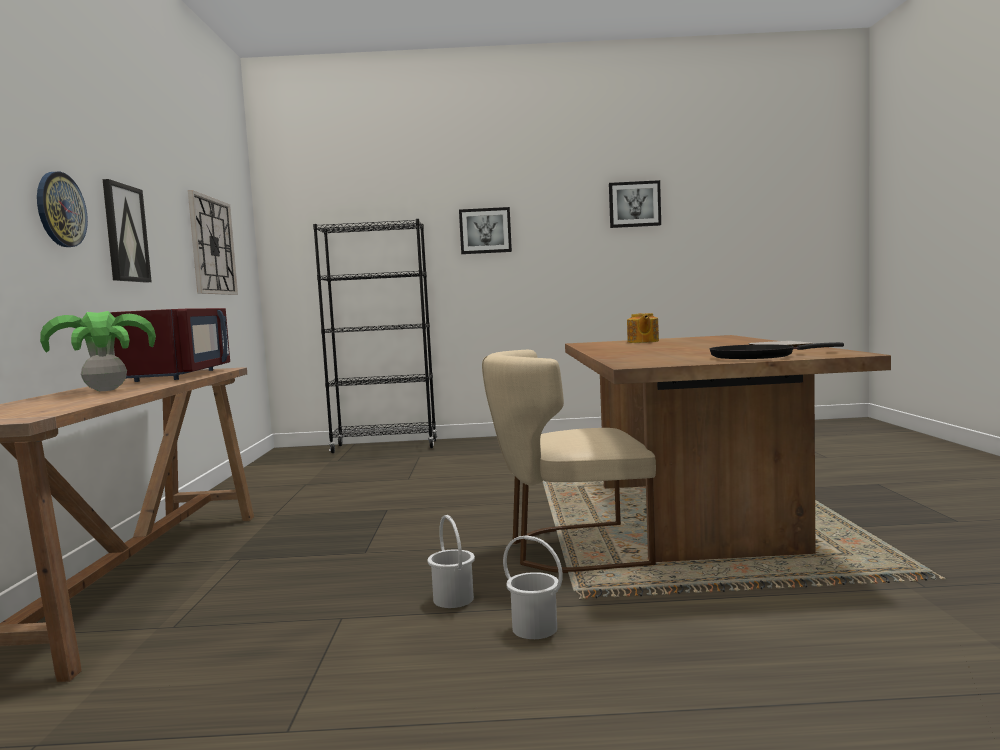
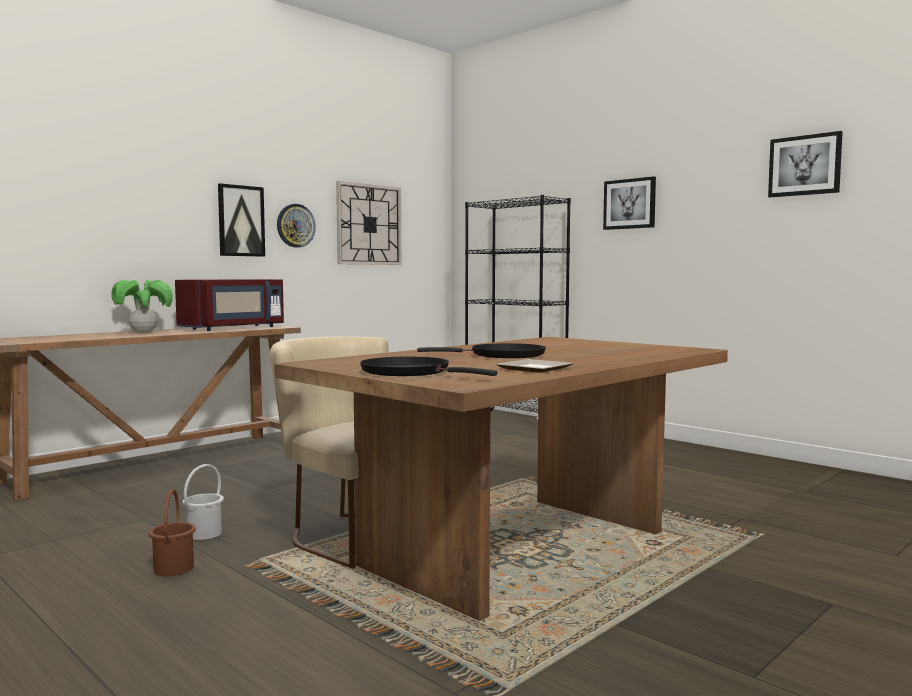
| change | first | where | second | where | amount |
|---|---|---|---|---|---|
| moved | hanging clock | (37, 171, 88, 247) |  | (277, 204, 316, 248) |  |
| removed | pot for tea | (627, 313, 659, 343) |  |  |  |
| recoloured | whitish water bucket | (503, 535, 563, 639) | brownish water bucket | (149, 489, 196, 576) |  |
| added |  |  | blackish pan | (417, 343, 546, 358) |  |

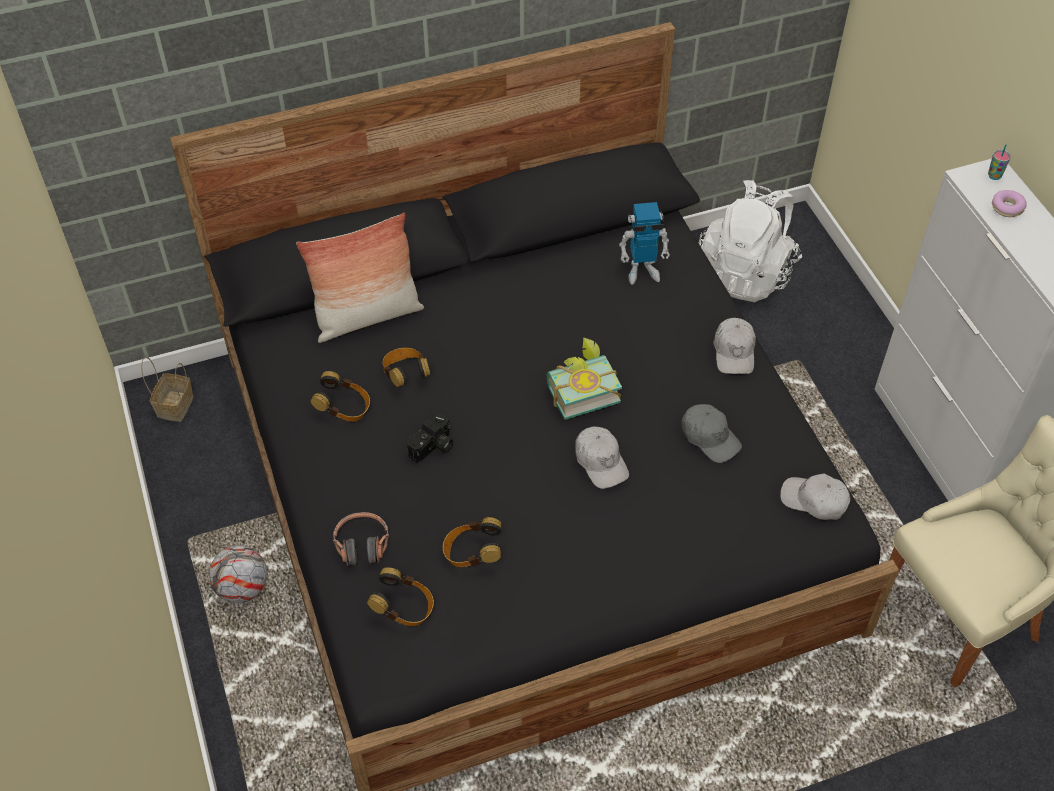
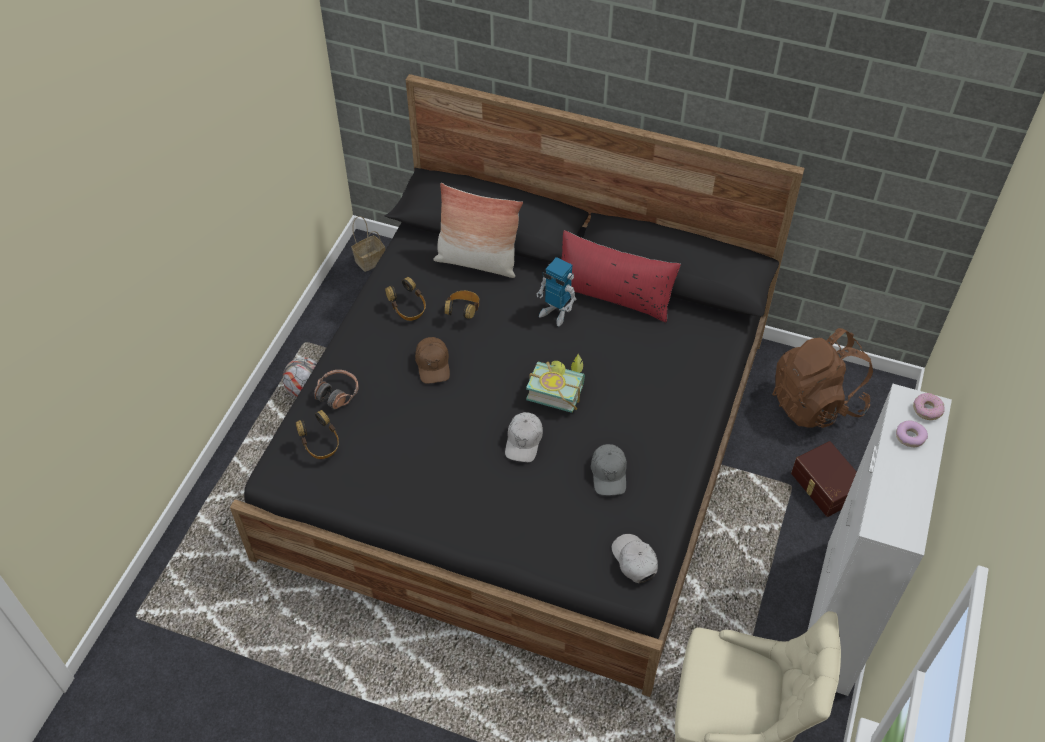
| change | first | where | second | where | amount |
|---|---|---|---|---|---|
| replaced | small cup | (988, 144, 1011, 180) | donut | (913, 393, 945, 420) |  |
| recoloured | whitish rucksack | (698, 180, 802, 302) | brownish rucksack | (772, 328, 873, 428) |  |
| moved | toy robot | (619, 202, 670, 285) |  | (537, 257, 576, 326) |  |
| removed | whitish peaked cap | (713, 318, 756, 374) |  |  |  |
| replaced | photo camera | (407, 414, 453, 462) | brownish peaked cap | (415, 337, 450, 384) |  |
| removed | headphones | (443, 517, 501, 567) |  |  |  |
| added |  |  | red-coloured throw pillow | (561, 230, 681, 322) |  |
| added |  |  | brownish storage bin | (791, 441, 857, 517) |  |

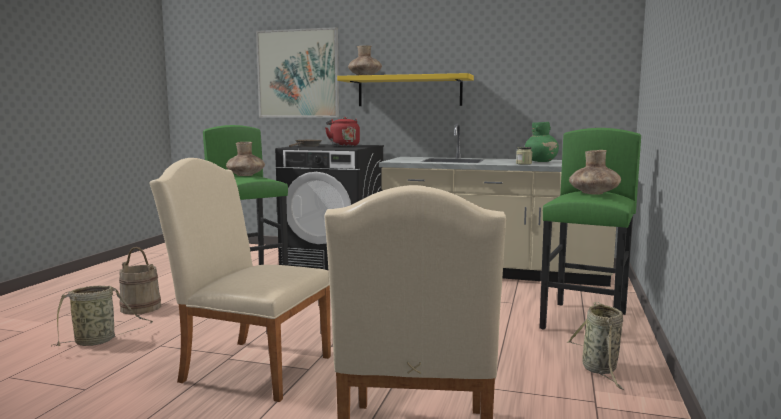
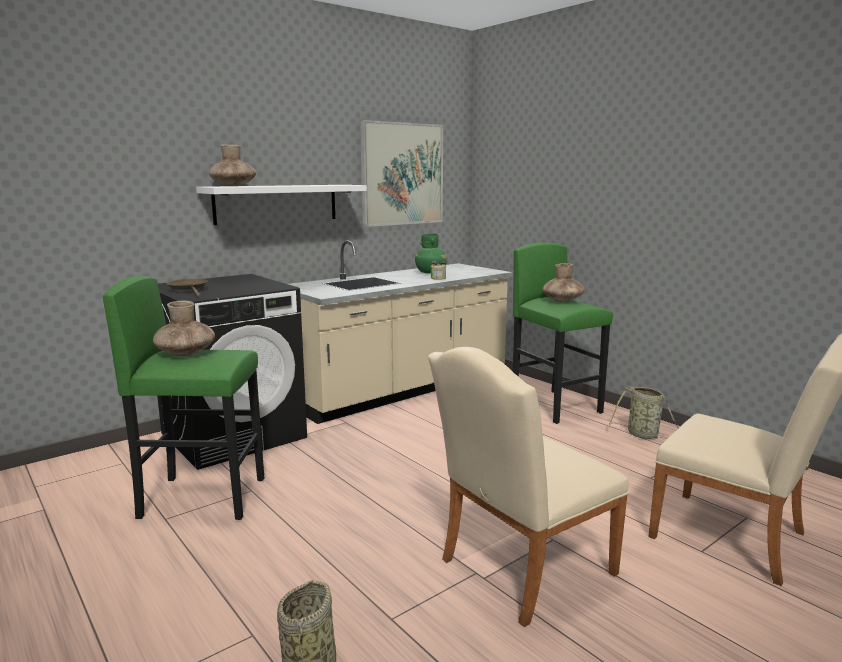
| change | first | where | second | where | amount |
|---|---|---|---|---|---|
| moved | picture | (256, 27, 339, 117) |  | (360, 120, 443, 227) |  |
| recoloured | yellowish bracket shelf | (337, 73, 474, 106) | whitish bracket shelf | (196, 185, 367, 225) |  |
| removed | red-coloured water kettle | (325, 117, 360, 146) |  |  |  |
| removed | beige water bucket | (119, 247, 161, 315) |  |  |  |

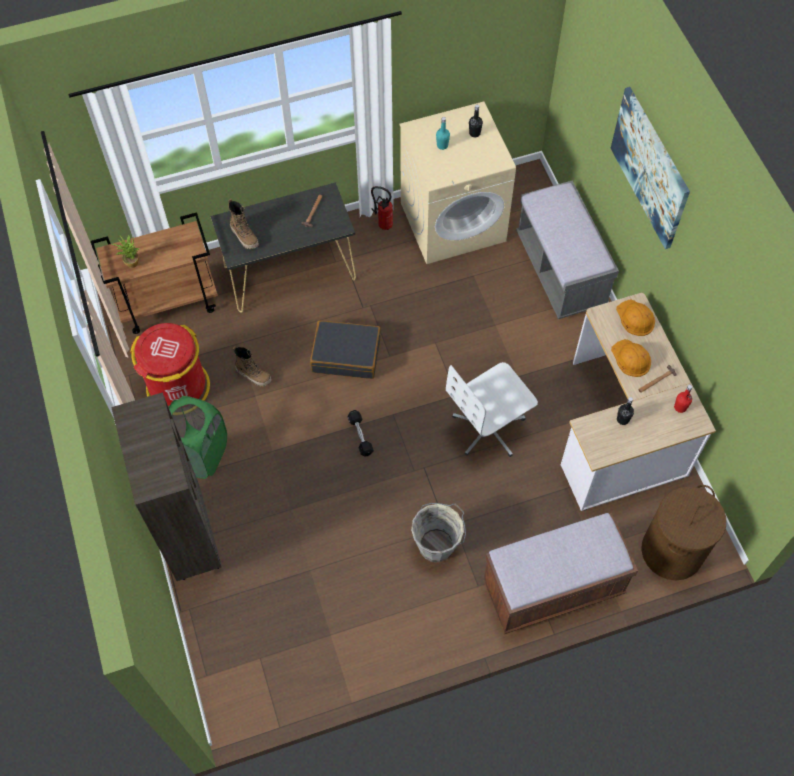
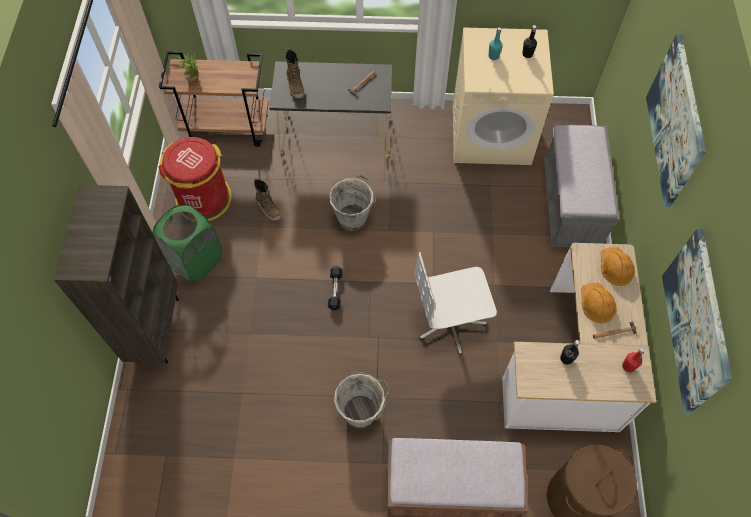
| change | first | where | second | where | amount |
|---|---|---|---|---|---|
| removed | extinguisher | (371, 186, 393, 230) |  |  |  |
| replaced | blackish suitcase | (310, 320, 381, 379) | grey water bucket | (329, 175, 376, 231) |  |
| added |  |  | picture | (662, 229, 732, 413) |  |

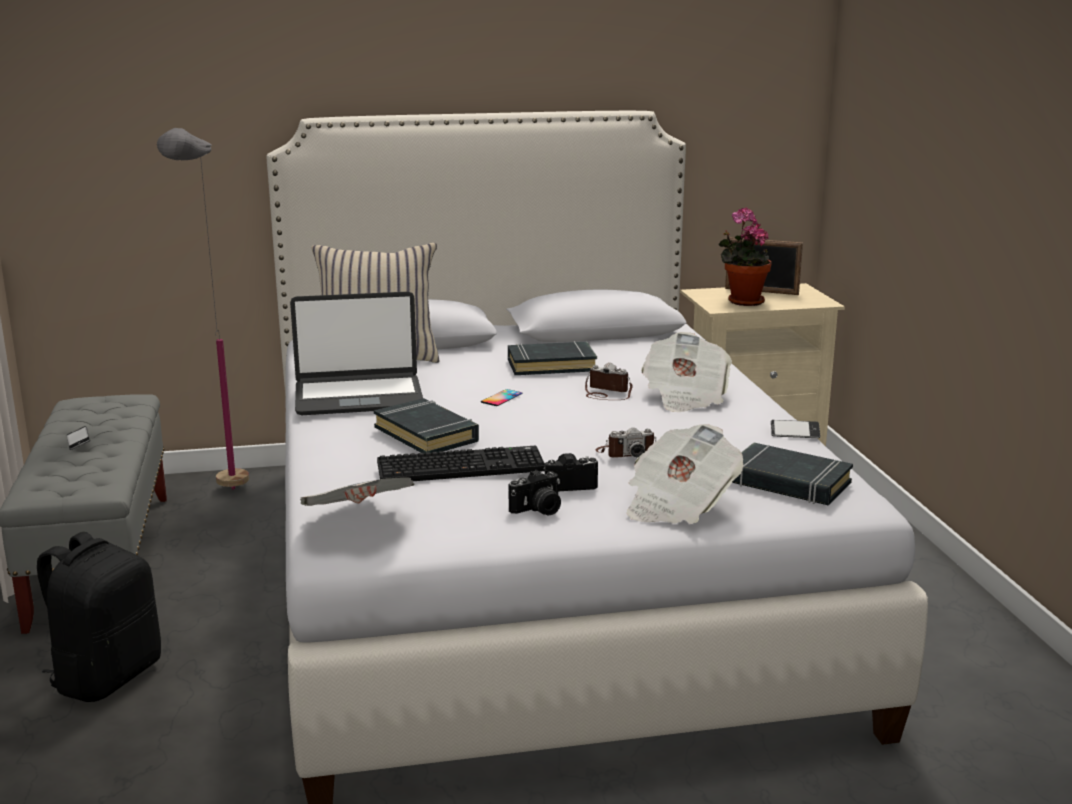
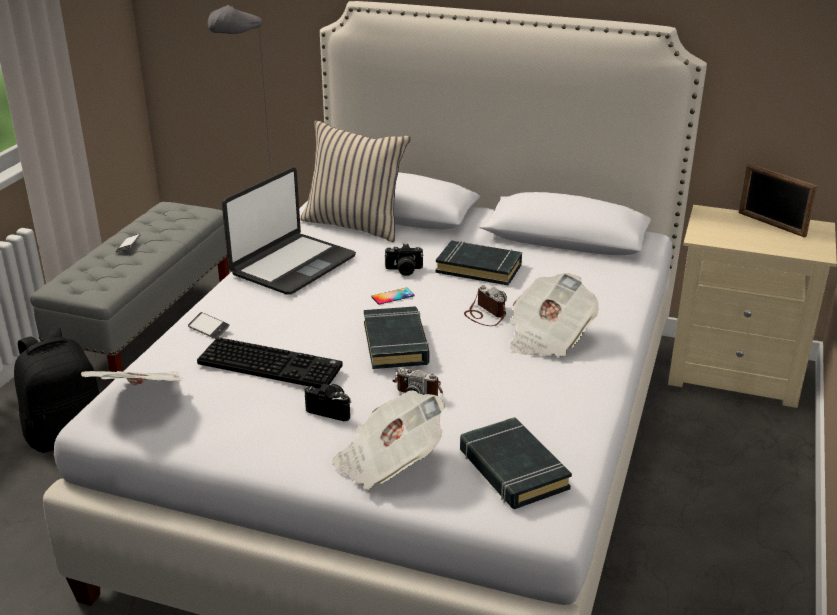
| change | first | where | second | where | amount |
|---|---|---|---|---|---|
| removed | plant in a pot | (718, 207, 772, 306) |  |  |  |
| turned | portable computer | (290, 292, 423, 415) |  | (222, 167, 356, 295) | 75 degrees counterclockwise |
| moved | blackish volume | (374, 398, 479, 454) |  | (364, 307, 430, 369) |  |
| moved | handset | (771, 420, 820, 438) |  | (188, 312, 229, 339) |  |
| moved | photo camera | (508, 470, 561, 515) |  | (385, 244, 423, 276) |  |

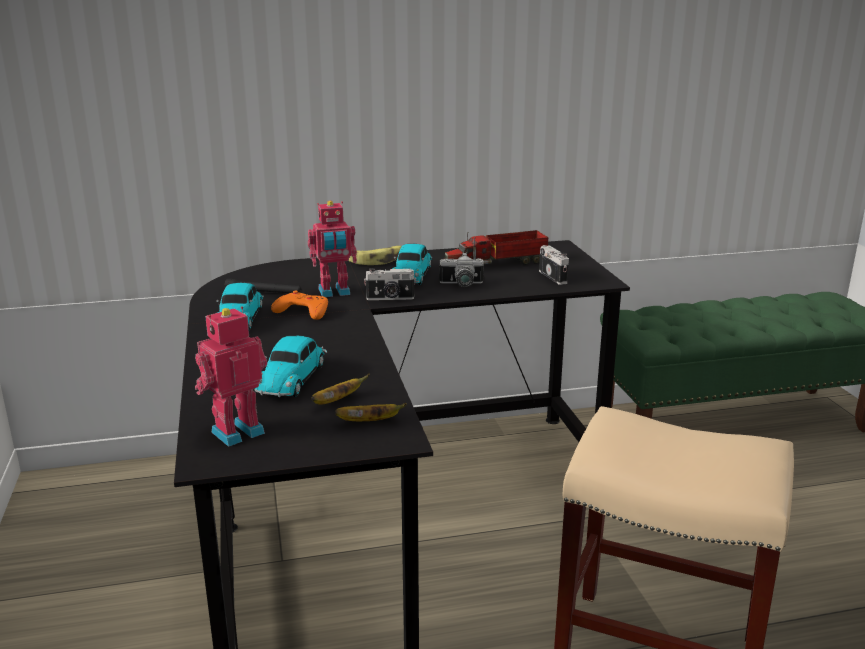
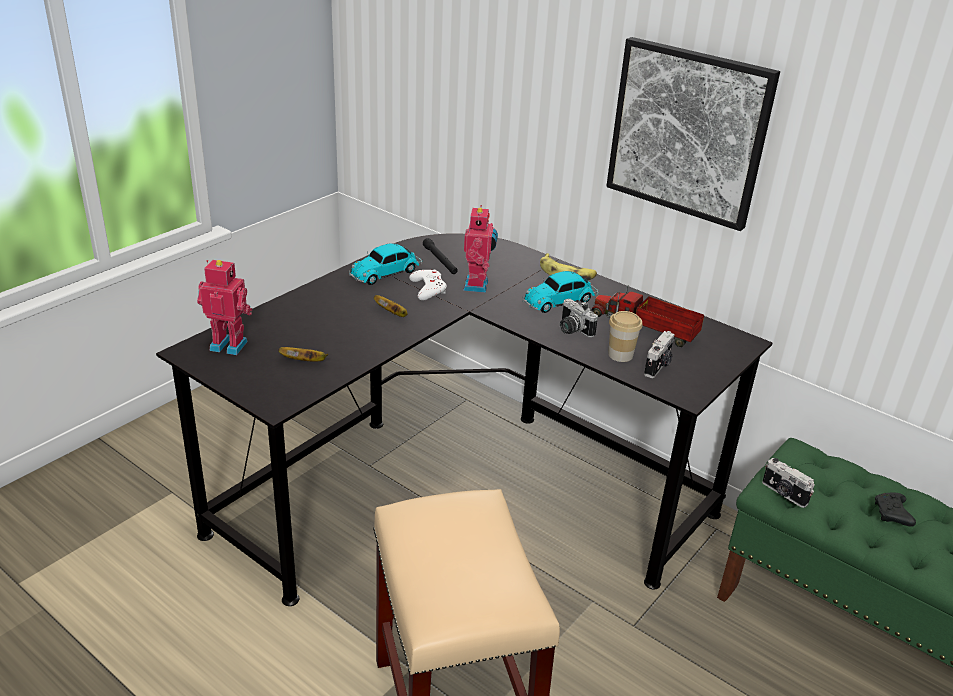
| change | first | where | second | where | amount |
|---|---|---|---|---|---|
| turned | toy robot | (308, 201, 357, 297) |  | (463, 205, 498, 293) | 120 degrees counterclockwise |
| moved | photo camera | (364, 268, 416, 300) |  | (762, 458, 815, 508) |  |
| recoloured | orange-coloured gamepad | (271, 291, 328, 320) | whitish gamepad | (409, 270, 447, 301) |  |
| removed | miniature car | (255, 336, 327, 397) |  |  |  |
| moved | whole banana | (335, 403, 407, 421) |  | (374, 295, 407, 317) |  |
| added |  |  | picture | (606, 37, 780, 231) |  |
| added |  |  | small cup | (608, 311, 643, 362) |  |
| added |  |  | blackish gamepad | (875, 493, 916, 527) |  |

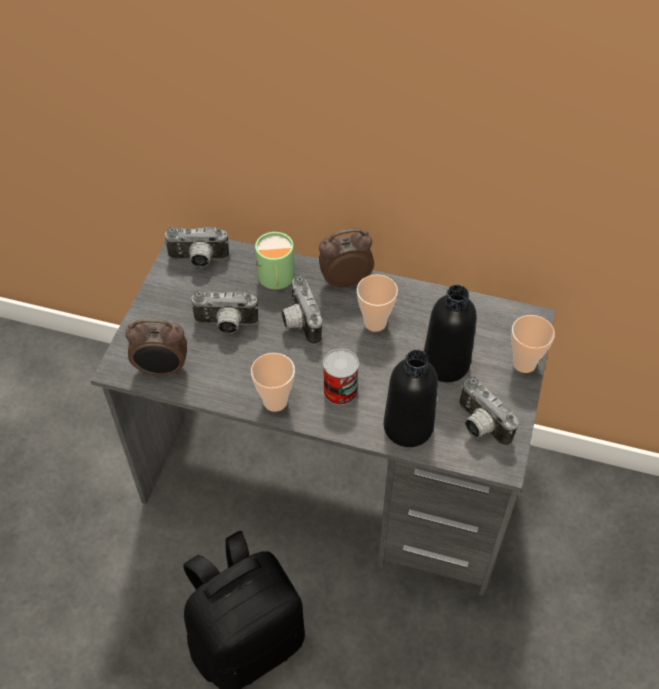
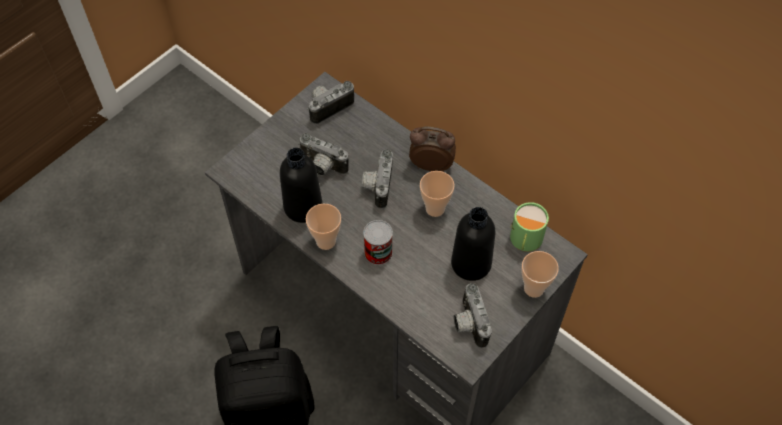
| change | first | where | second | where | amount |
|---|---|---|---|---|---|
| turned | photo camera | (164, 227, 229, 268) |  | (307, 81, 354, 124) | 120 degrees clockwise |
| moved | greenish tea mug | (255, 232, 295, 290) |  | (510, 202, 549, 252) |  |
| removed | table clock | (125, 319, 187, 375) |  |  |  |
| moved | blackish beverage bottle | (384, 350, 438, 447) |  | (280, 148, 322, 223) |  |

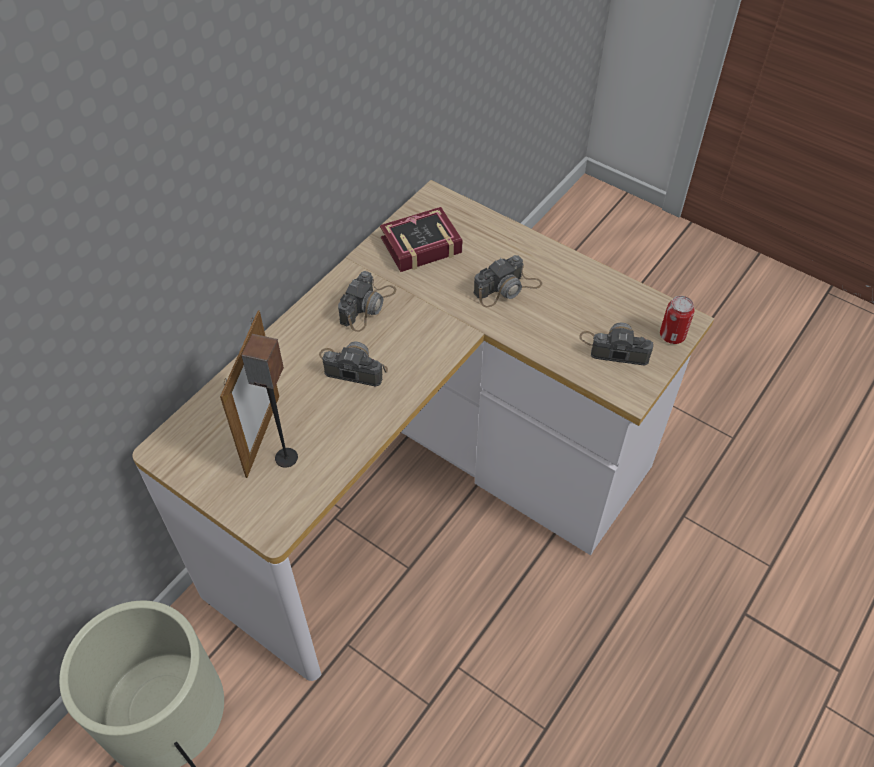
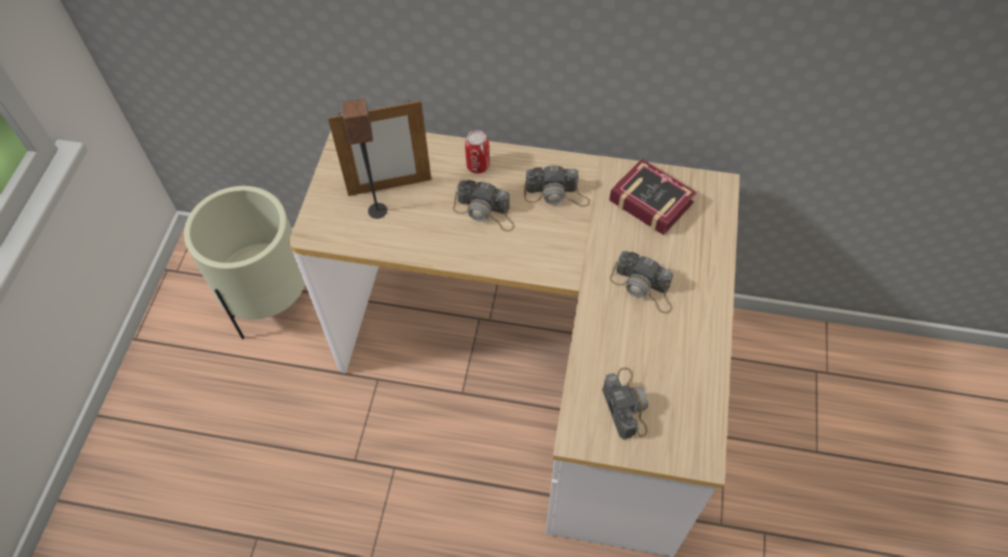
| change | first | where | second | where | amount |
|---|---|---|---|---|---|
| moved | can | (660, 296, 695, 344) |  | (465, 130, 490, 174) |  |
| turned | photo camera | (319, 341, 388, 387) |  | (453, 180, 515, 232) | 120 degrees clockwise |

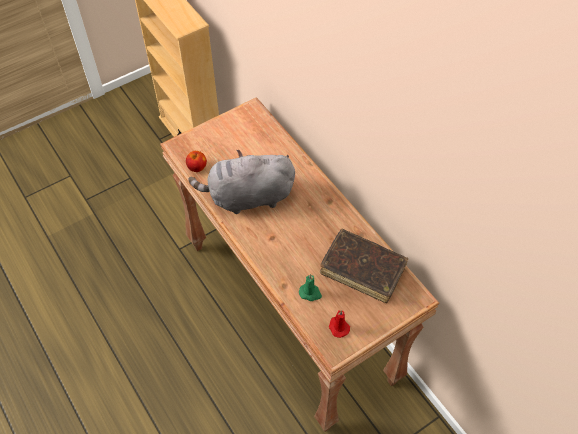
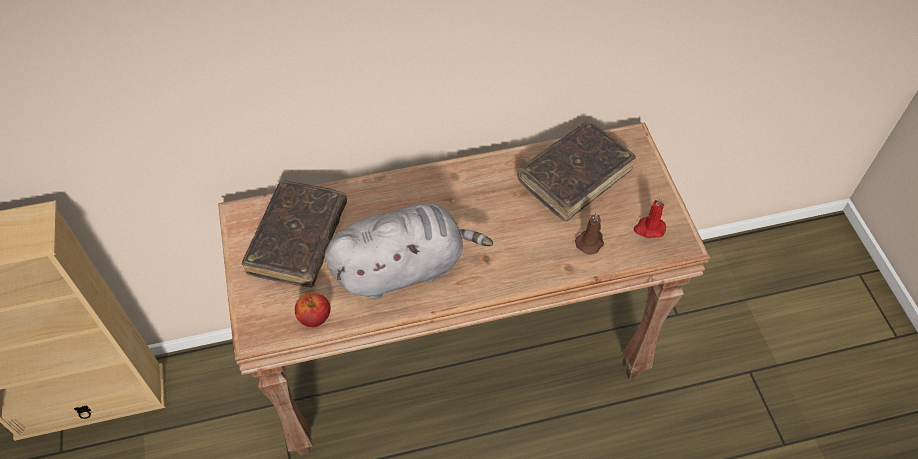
| change | first | where | second | where | amount |
|---|---|---|---|---|---|
| turned | grey soft toy | (188, 150, 295, 214) |  | (325, 203, 493, 299) | 120 degrees counterclockwise |
| recoloured | greenish wax light | (299, 274, 322, 301) | brownish wax light | (575, 213, 604, 255) |  |
| added |  |  | brownish volume | (242, 180, 347, 287) |  |

